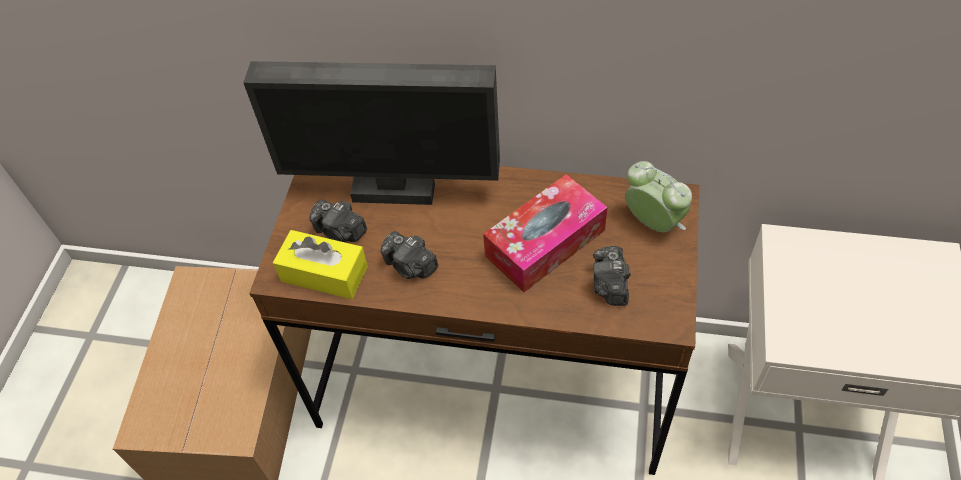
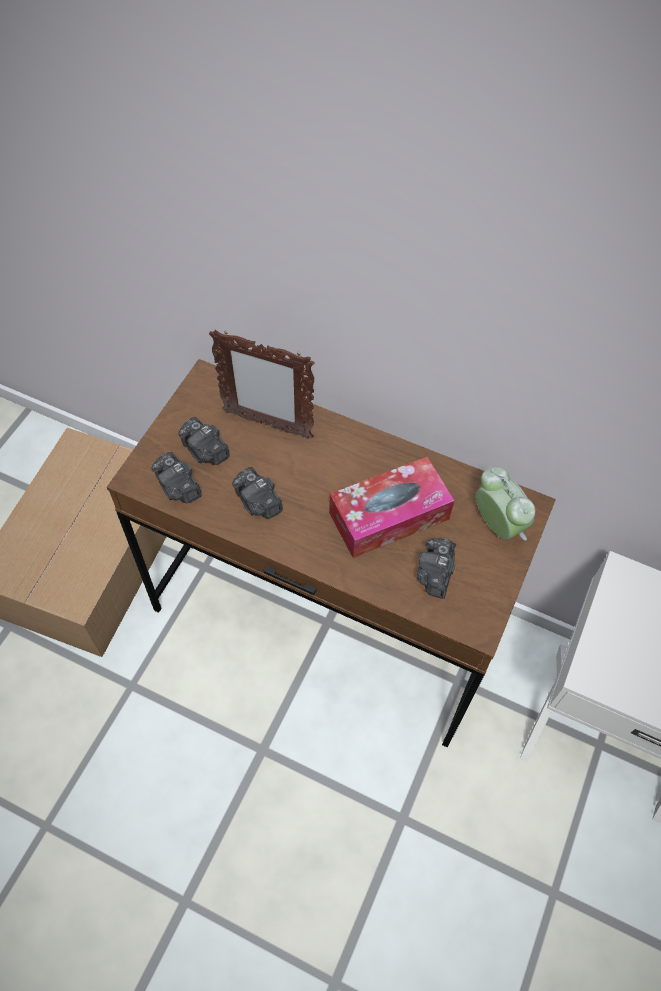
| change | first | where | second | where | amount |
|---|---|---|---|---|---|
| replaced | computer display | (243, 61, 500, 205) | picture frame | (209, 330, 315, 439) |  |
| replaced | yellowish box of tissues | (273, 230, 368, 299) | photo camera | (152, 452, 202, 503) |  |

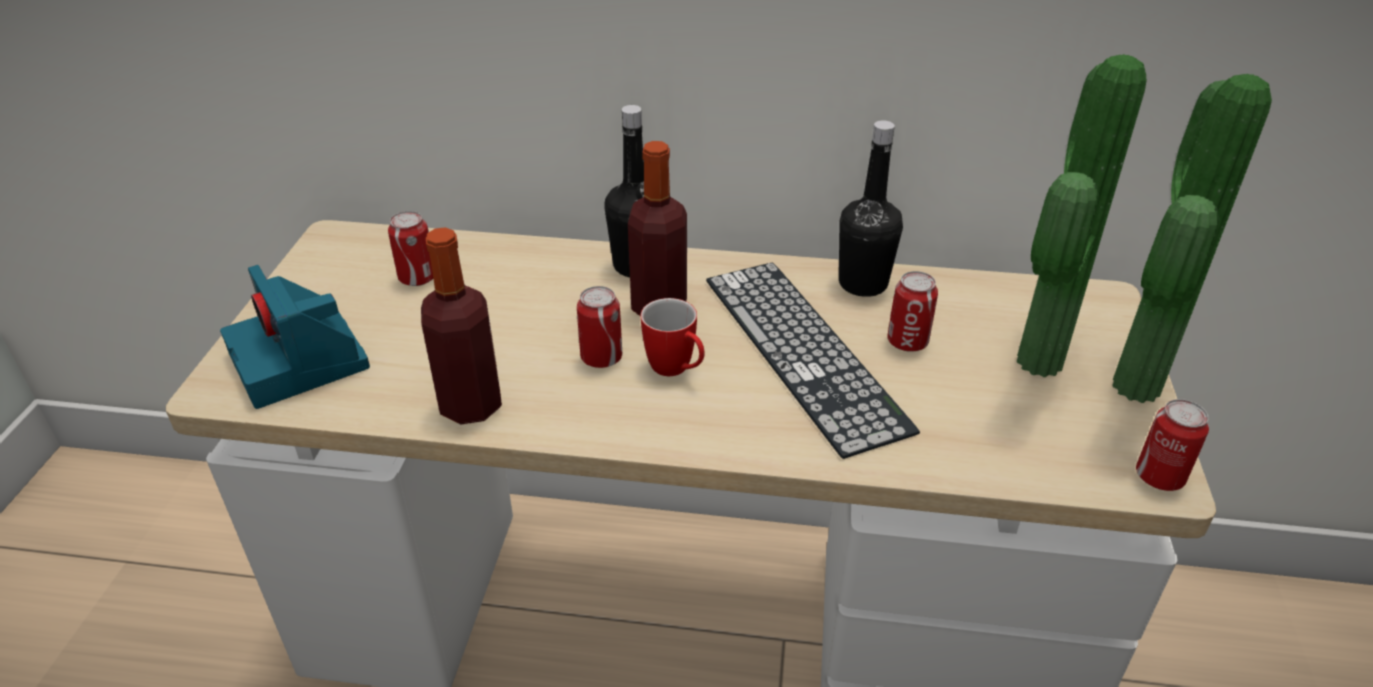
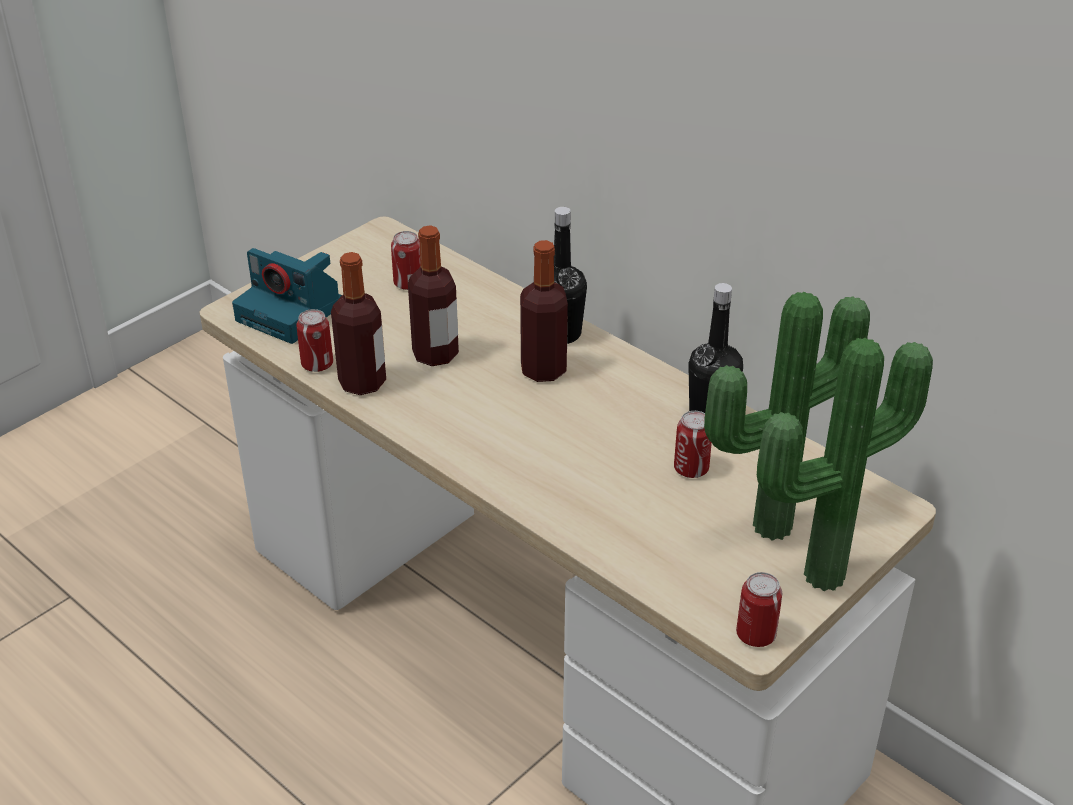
| change | first | where | second | where | amount |
|---|---|---|---|---|---|
| removed | keyboard | (706, 262, 920, 459) |  |  |  |
| turned | photo camera | (220, 265, 370, 409) |  | (232, 248, 342, 344) | 60 degrees counterclockwise |
| moved | can | (577, 286, 622, 368) |  | (296, 309, 333, 372) |  |
| removed | tea mug | (641, 298, 705, 376) |  |  |  |
| added |  |  | beverage bottle | (408, 225, 459, 366) |  |

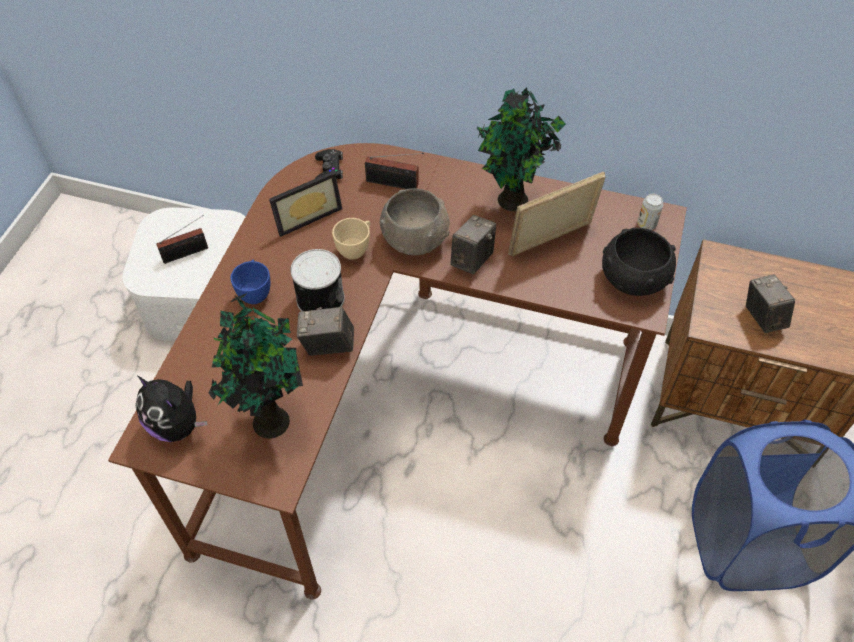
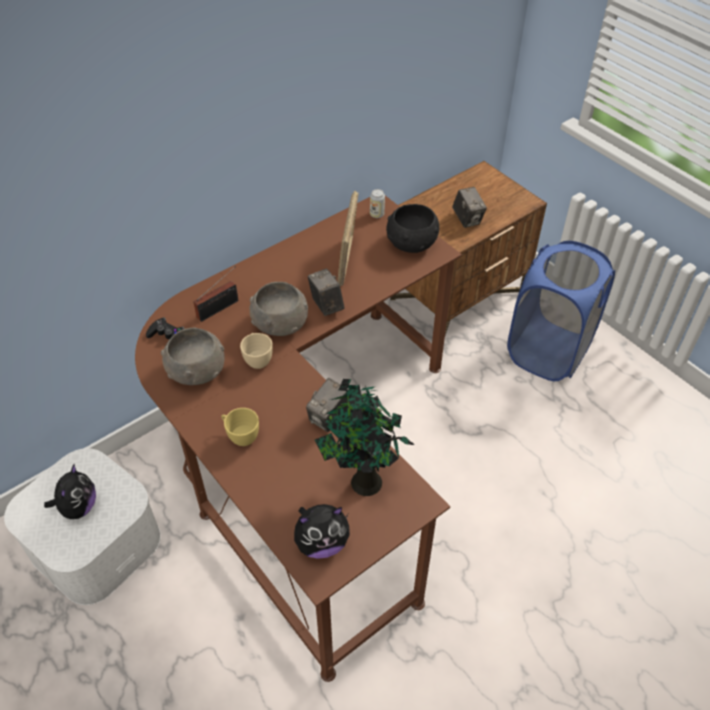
| change | first | where | second | where | amount |
|---|---|---|---|---|---|
| removed | plant in a pot | (477, 88, 566, 211) |  |  |  |
| replaced | picture frame | (269, 171, 342, 237) | grey bowl | (161, 328, 225, 385) |  |
| replaced | radio set | (156, 215, 208, 264) | soft toy | (44, 464, 96, 519) |  |
| removed | can | (290, 249, 345, 312) |  |  |  |
| recoloured | blue small cup | (231, 260, 270, 304) | yellowish small cup | (221, 408, 259, 446) |  |
| turned | photo camera | (746, 274, 795, 333) |  | (452, 187, 487, 228) | 135 degrees counterclockwise |

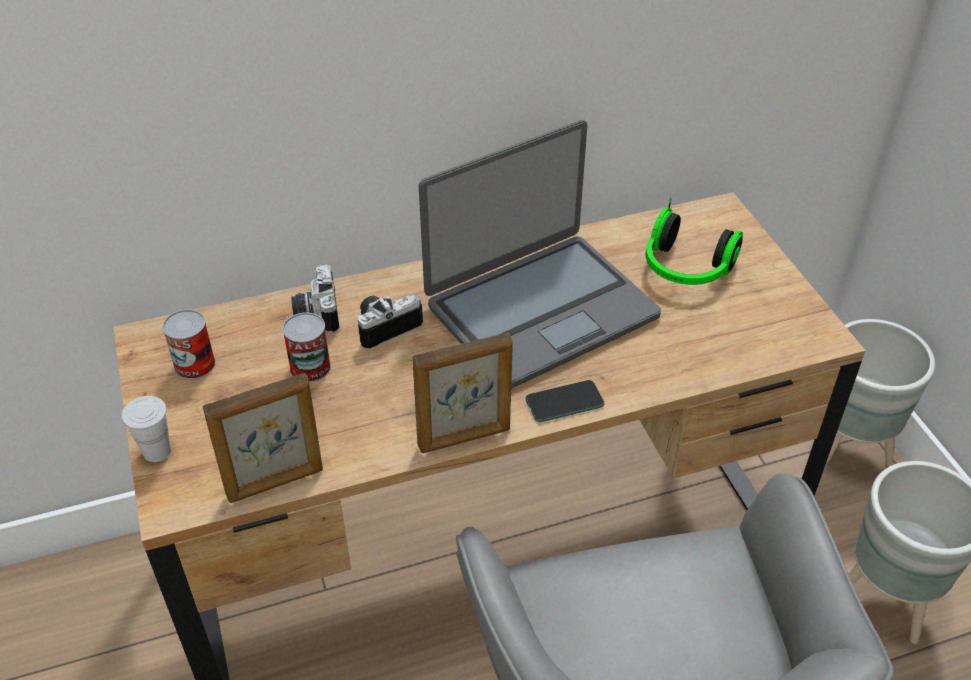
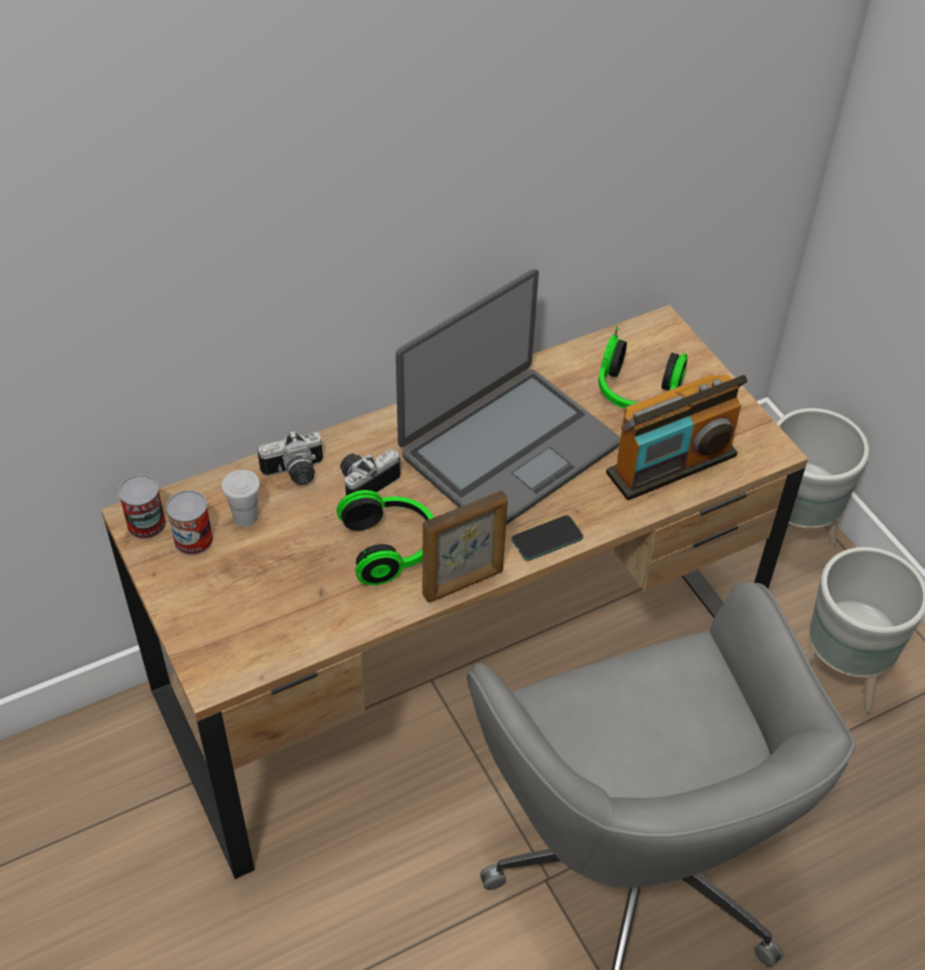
| change | first | where | second | where | amount |
|---|---|---|---|---|---|
| turned | photo camera | (291, 264, 339, 333) |  | (258, 430, 323, 485) | 90 degrees counterclockwise |
| moved | can | (282, 312, 331, 383) |  | (118, 475, 166, 539) |  |
| removed | picture frame | (203, 373, 323, 503) |  |  |  |
| moved | whitish small cup | (121, 396, 171, 462) |  | (221, 470, 260, 527) |  |
| added |  |  | radio set | (606, 374, 748, 500) |  |
| added |  |  | headphones | (337, 490, 434, 585) |  |

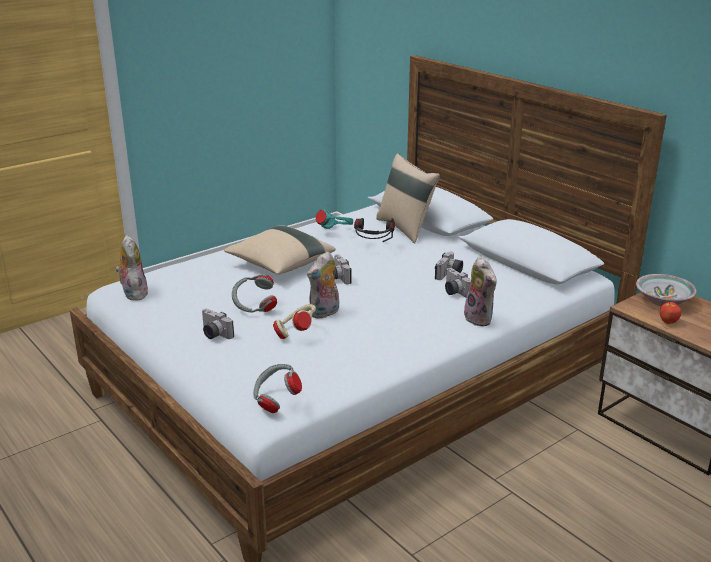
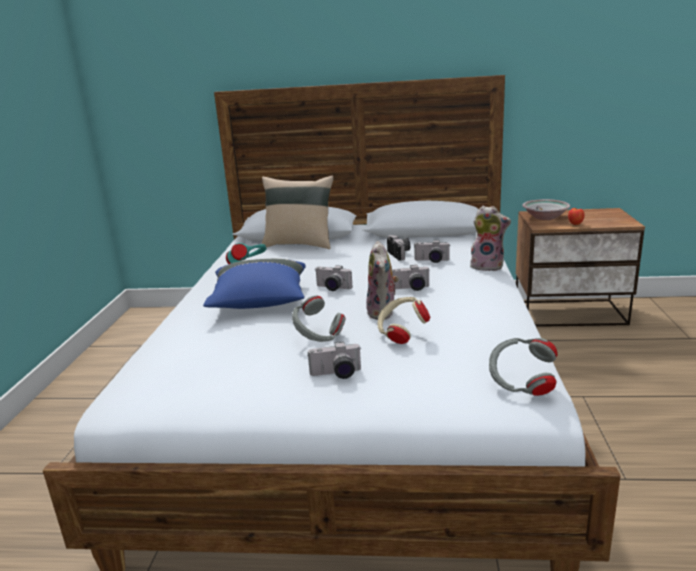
| change | first | where | second | where | amount |
|---|---|---|---|---|---|
| removed | headphones | (354, 218, 395, 242) |  |  |  |
| recoloured | beige throw pillow | (224, 225, 336, 275) | blue throw pillow | (203, 259, 306, 309) |  |
| removed | soft toy | (116, 235, 148, 301) |  |  |  |
| added |  |  | photo camera | (392, 265, 430, 291) |  |

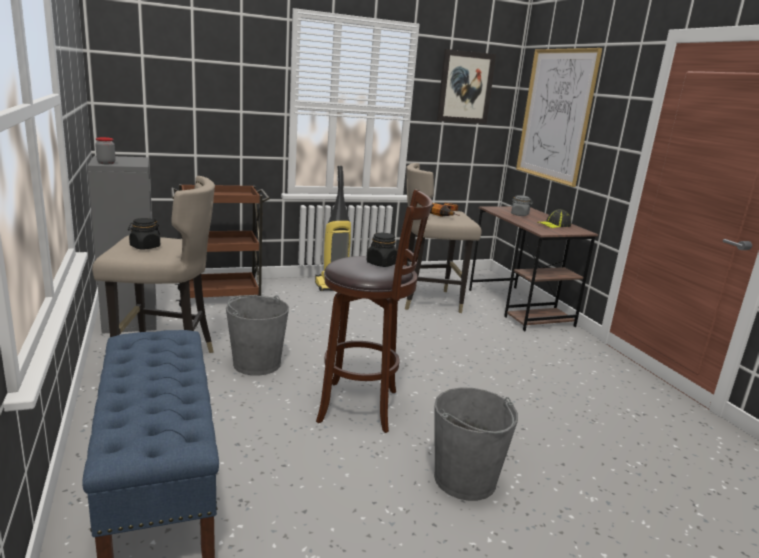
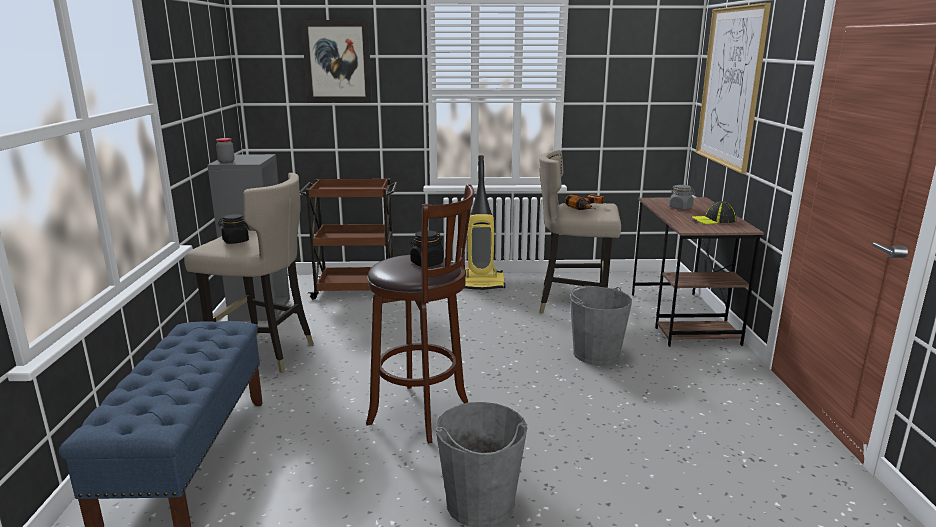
| change | first | where | second | where | amount |
|---|---|---|---|---|---|
| moved | picture | (437, 49, 496, 124) |  | (301, 20, 372, 103) |  |
| moved | grey water bucket | (226, 295, 289, 376) |  | (570, 286, 632, 365) |  |

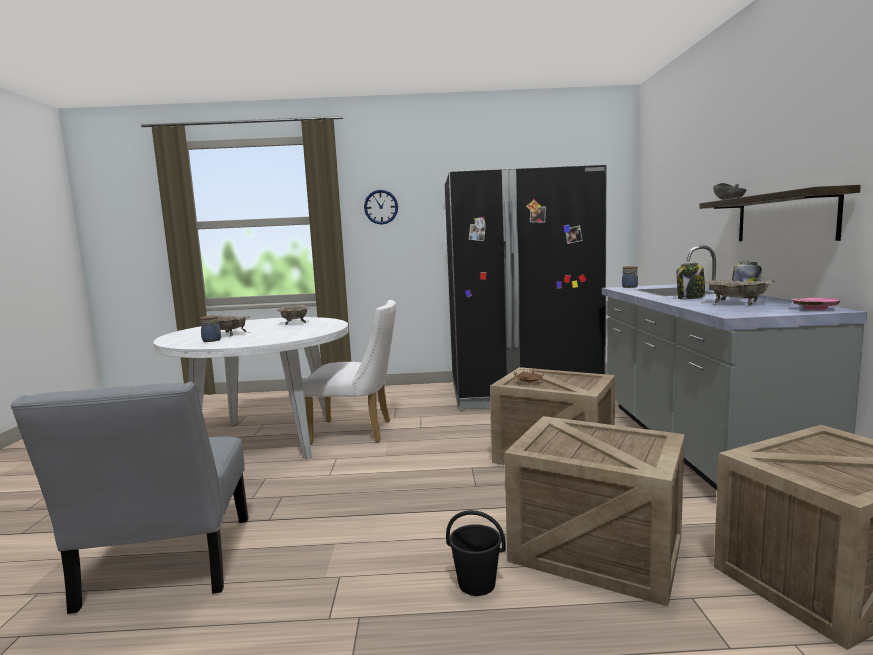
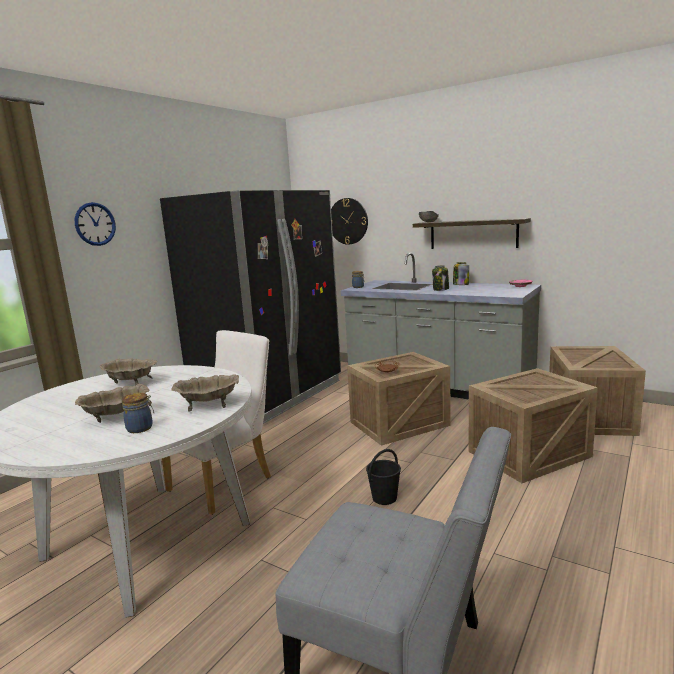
| change | first | where | second | where | amount |
|---|---|---|---|---|---|
| moved | beige bowl | (705, 280, 774, 306) |  | (172, 375, 239, 411) |  |
| moved | blackish water bucket | (446, 510, 506, 596) |  | (366, 449, 401, 505) |  |
| added |  |  | hanging clock | (331, 198, 368, 245) |  |

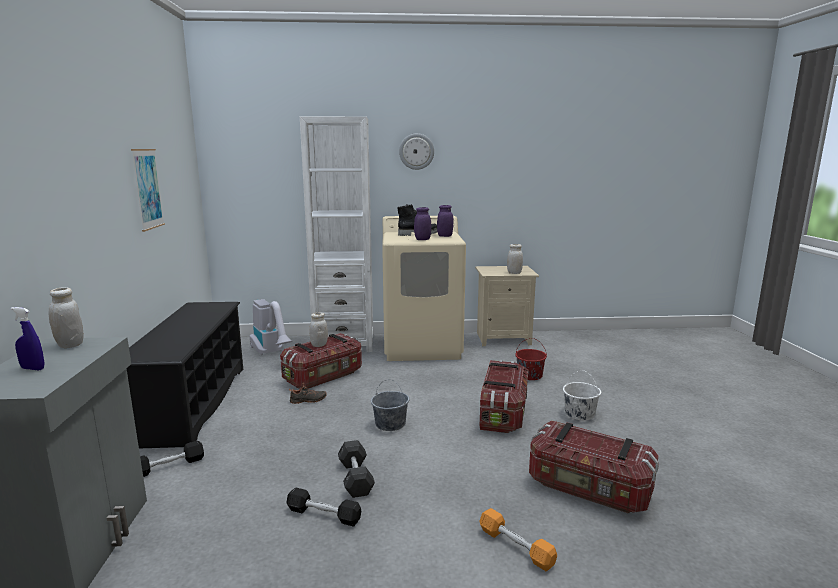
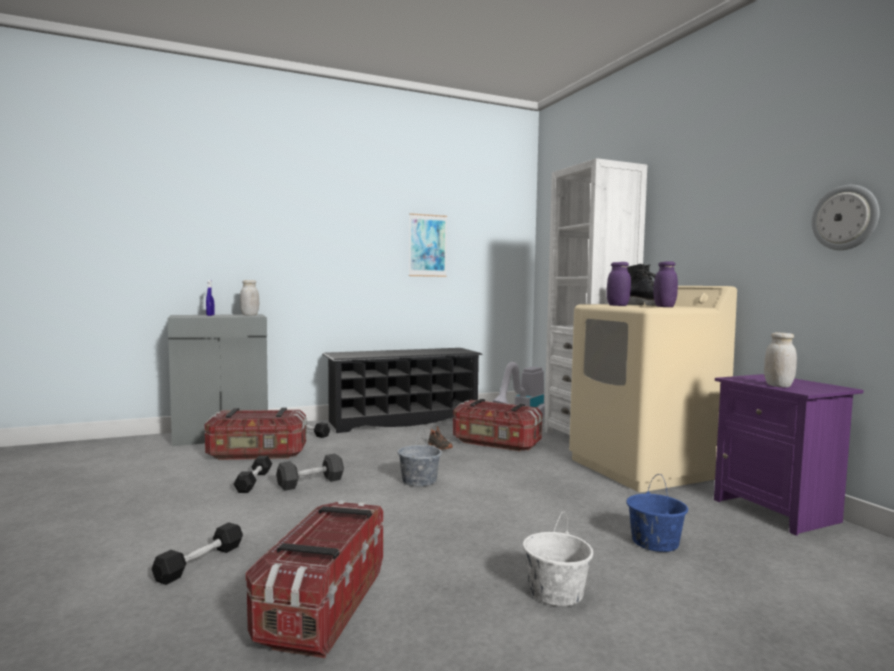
| change | first | where | second | where | amount |
|---|---|---|---|---|---|
| moved | hanging clock | (399, 133, 434, 170) |  | (812, 185, 880, 250) |  |
| recoloured | beige bedside table | (475, 266, 539, 346) | purple bedside table | (714, 374, 864, 536) |  |
| removed | whitish jar | (309, 313, 328, 347) |  |  |  |
| recoloured | red-coloured water bucket | (515, 338, 547, 380) | blue water bucket | (626, 474, 688, 552) |  |
| moved | storage bin | (480, 360, 529, 433) |  | (205, 408, 306, 460) |  |
| recoloured | orange-coloured hand weight | (479, 508, 557, 571) | blackish hand weight | (152, 522, 243, 585) |  |

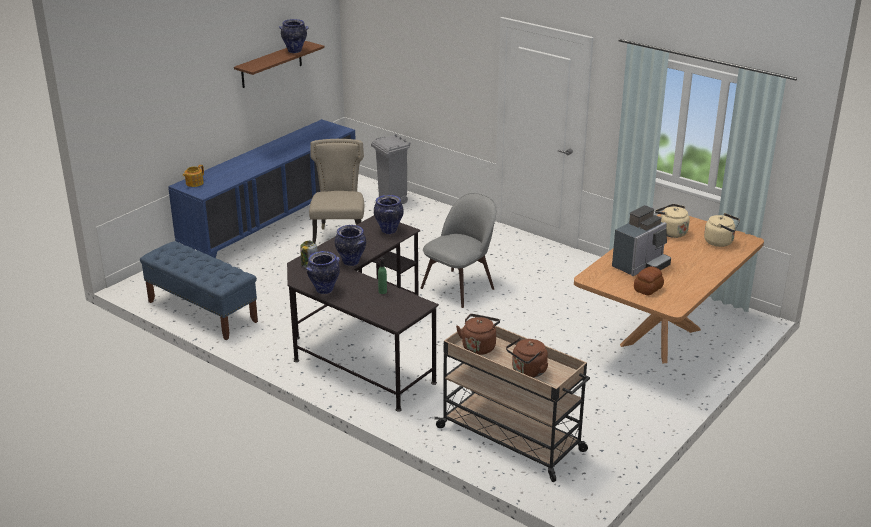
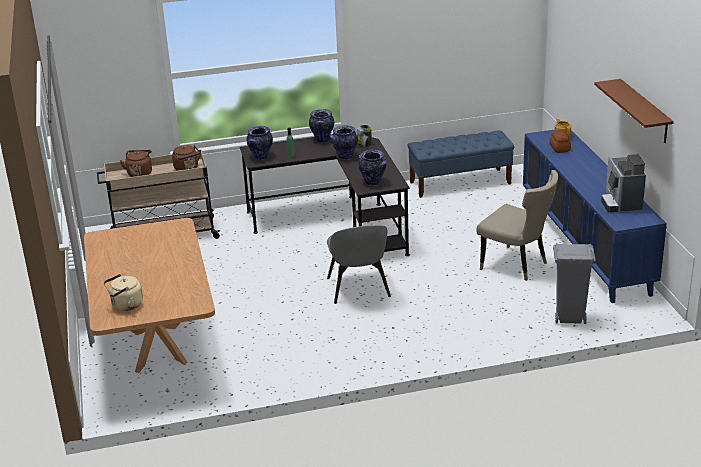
| change | first | where | second | where | amount |
|---|---|---|---|---|---|
| moved | decorative vase | (279, 19, 309, 53) |  | (247, 126, 273, 160) |  |
| removed | beige water kettle | (655, 204, 690, 238) |  |  |  |
| moved | coffee machine | (612, 205, 671, 276) |  | (601, 154, 646, 212) |  |
| moved | bakery bread | (634, 266, 664, 296) |  | (549, 130, 571, 153) |  |

